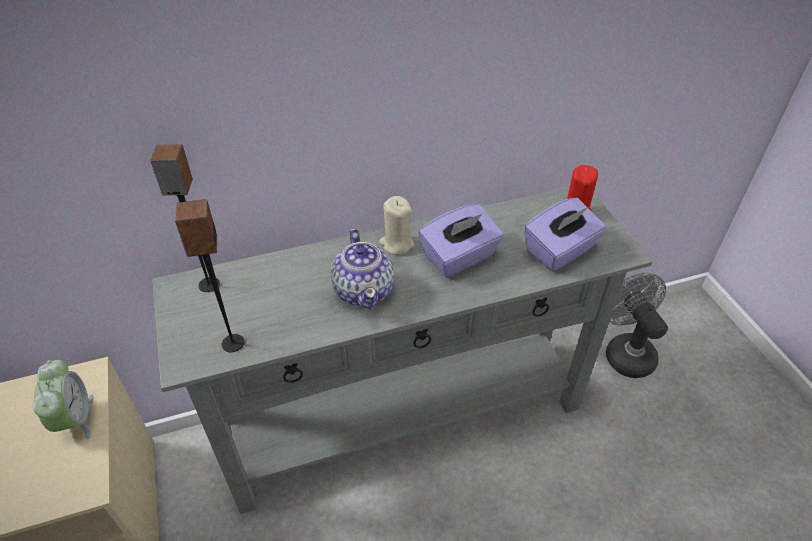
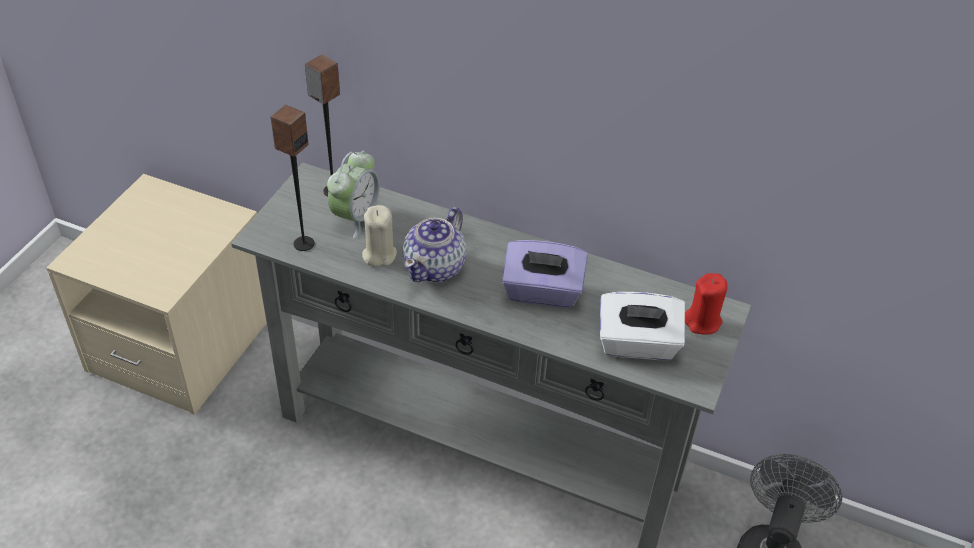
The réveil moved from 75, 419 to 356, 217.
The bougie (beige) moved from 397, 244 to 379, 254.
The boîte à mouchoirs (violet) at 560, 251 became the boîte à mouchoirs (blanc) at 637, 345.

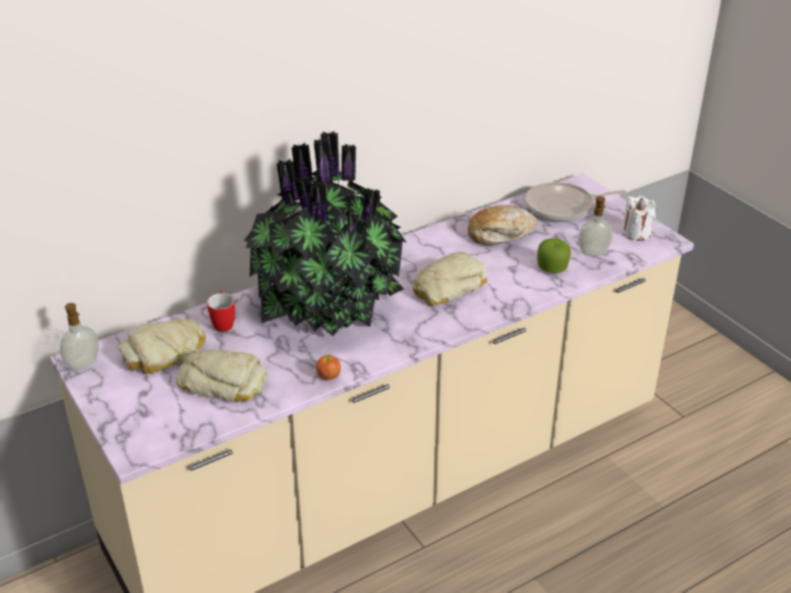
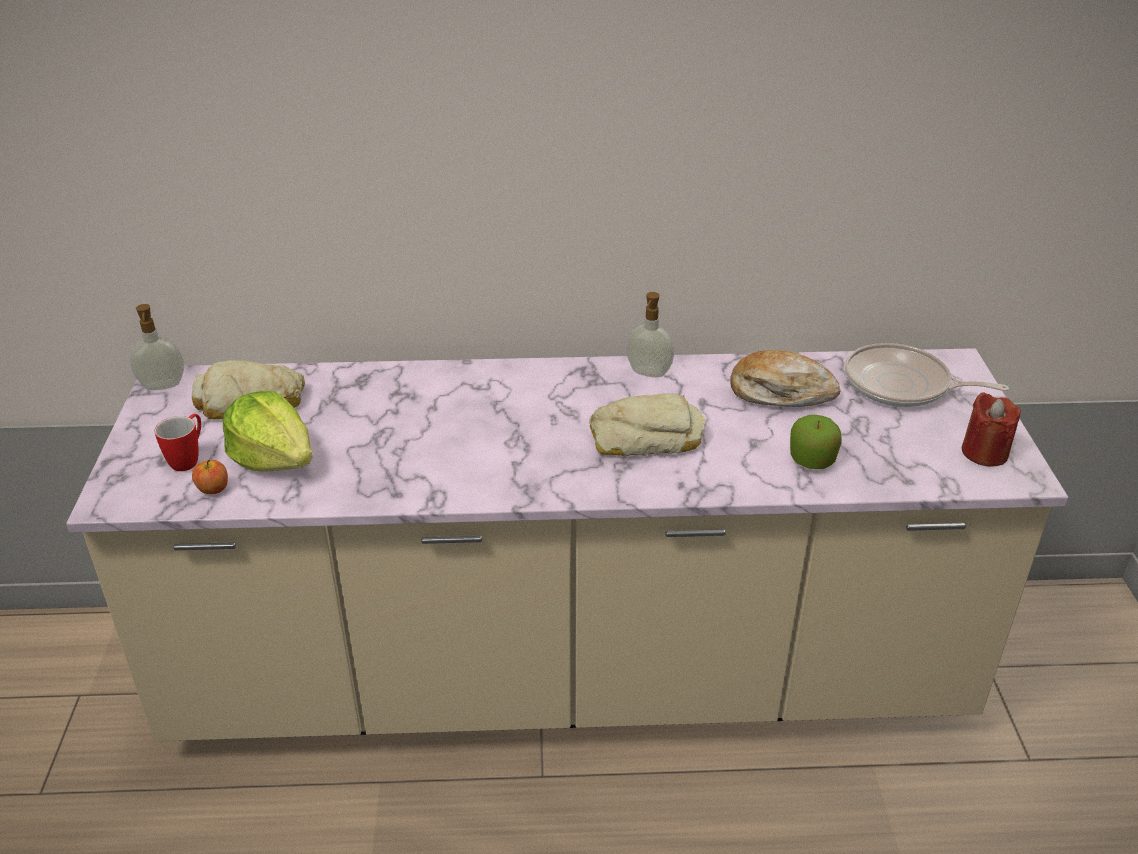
The plante en pot at 328, 305 disappeared.
The mug moved from 223, 323 to 189, 459.
The pomme moved from 328, 376 to 213, 489.
The distributeur de savon moved from 593, 253 to 648, 373.
The pain at 223, 382 was replaced by the laitue at 274, 458.
The bougie (blanc) at 636, 233 became the bougie (rouge) at 984, 452.

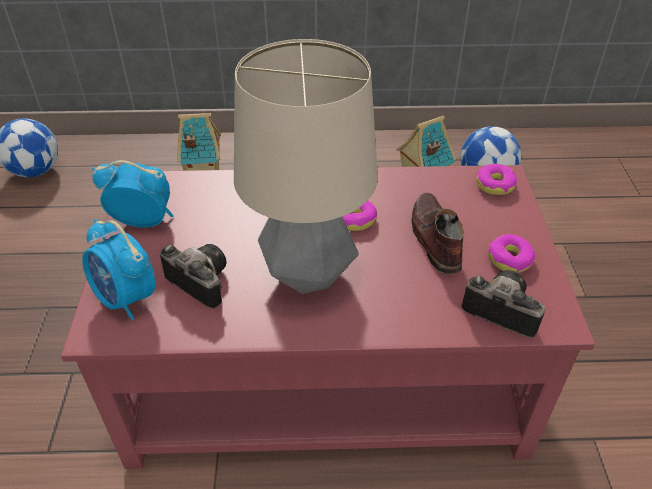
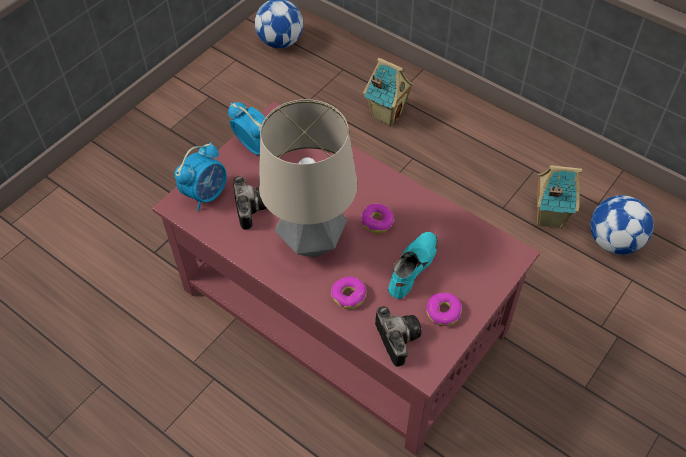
The beignet moved from 495, 185 to 349, 295.
The chaussure (marron) at 434, 238 became the chaussure (turquoise) at 411, 267.
The réveil at 126, 298 turned 135 degrees counterclockwise.

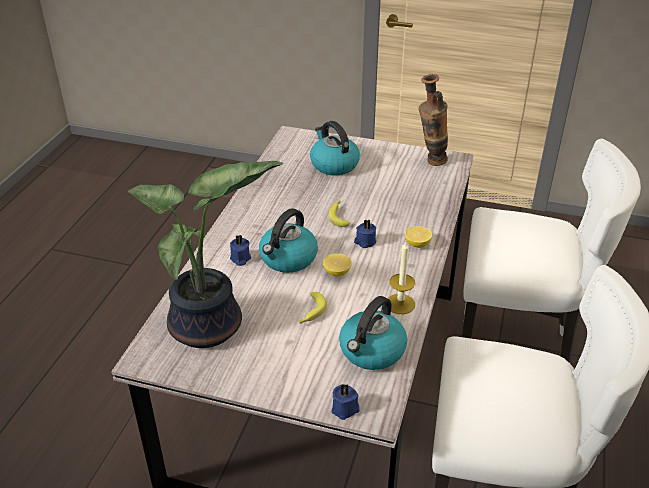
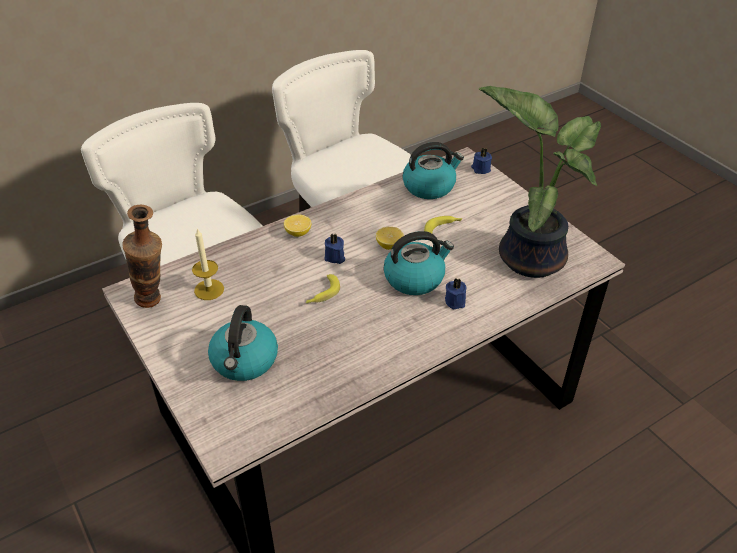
The bougie moved from 400, 304 to 209, 289.

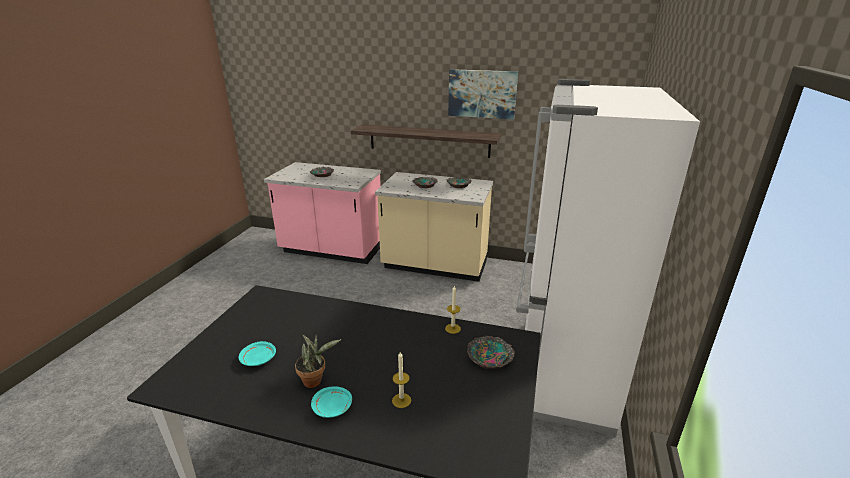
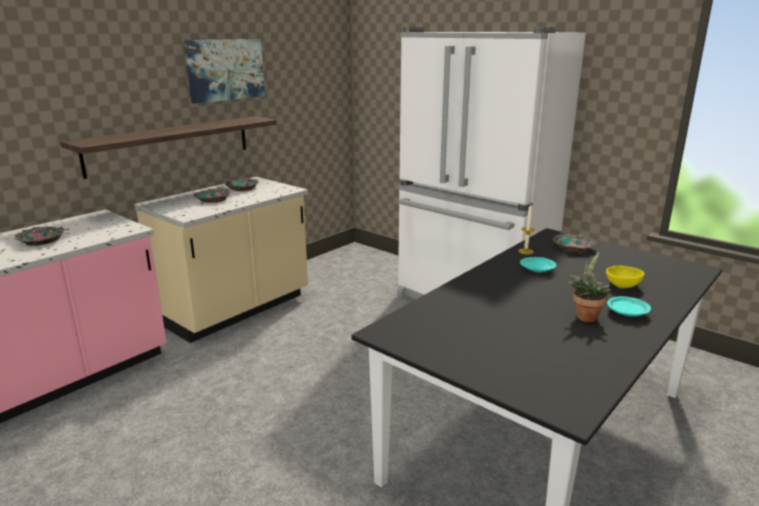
The assiette (turquoise) moved from 258, 359 to 538, 270.
The bougie at 401, 400 was replaced by the bol (jaune) at 622, 285.

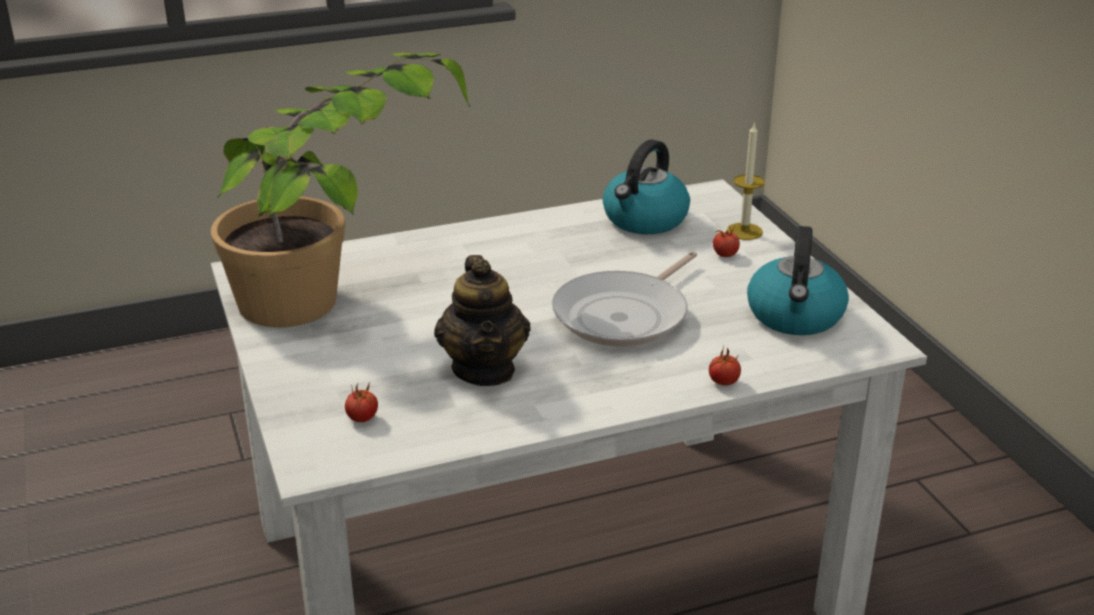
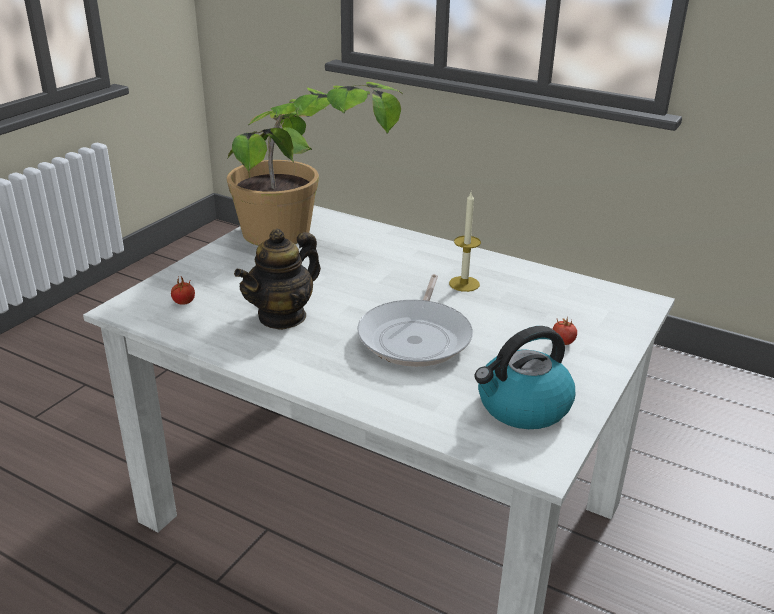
The bouilloire at 644, 220 disappeared.
The tomate at 723, 382 disappeared.
The bougie moved from 744, 231 to 464, 284.
The poêle at 625, 315 turned 75 degrees counterclockwise.

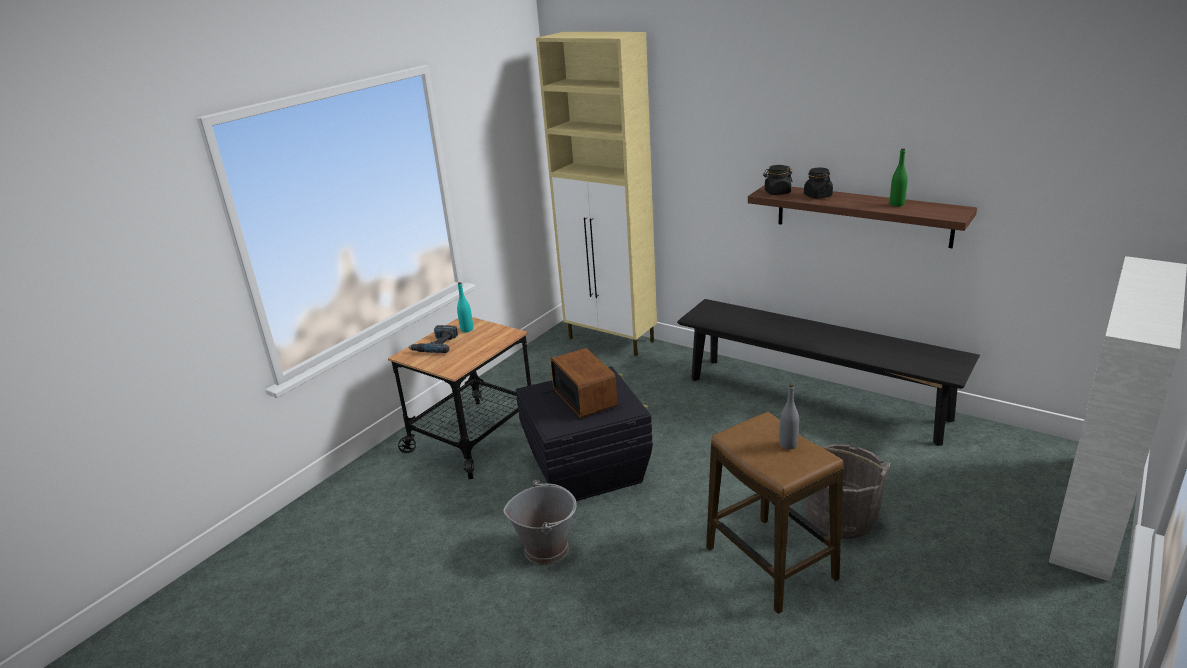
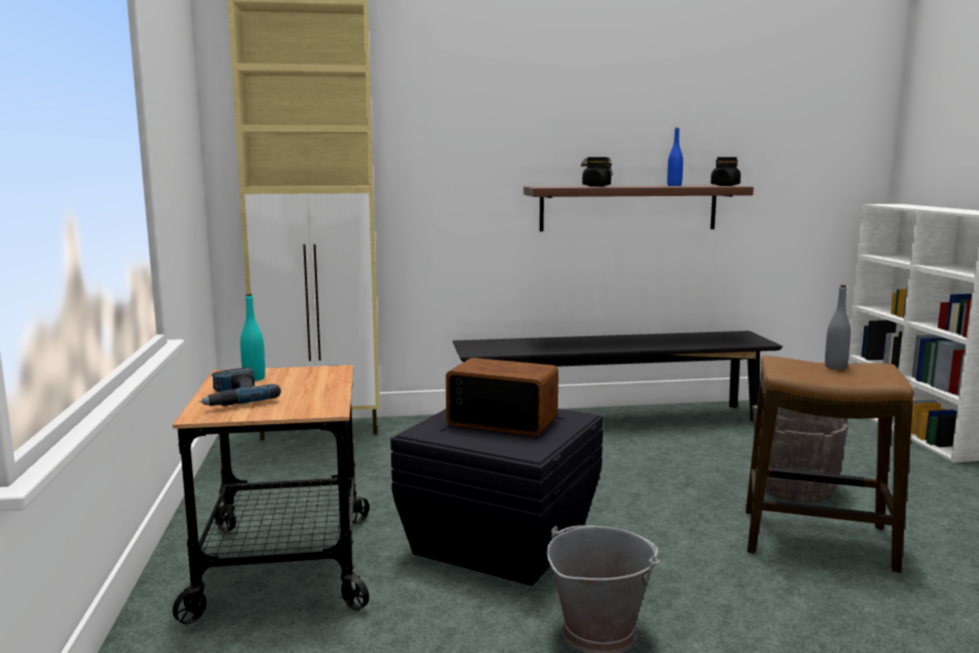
The bocal (noir) moved from 777, 192 to 725, 185.
The bouteille (vert) at 897, 204 became the bouteille (bleu) at 674, 185.

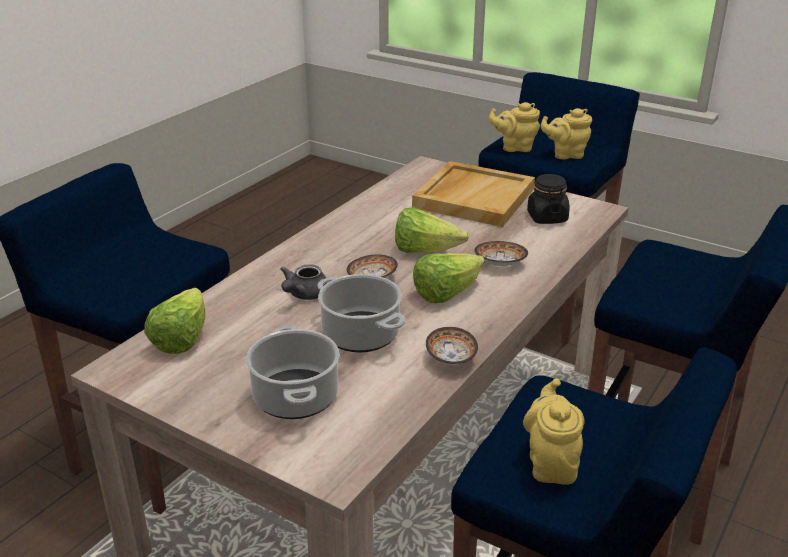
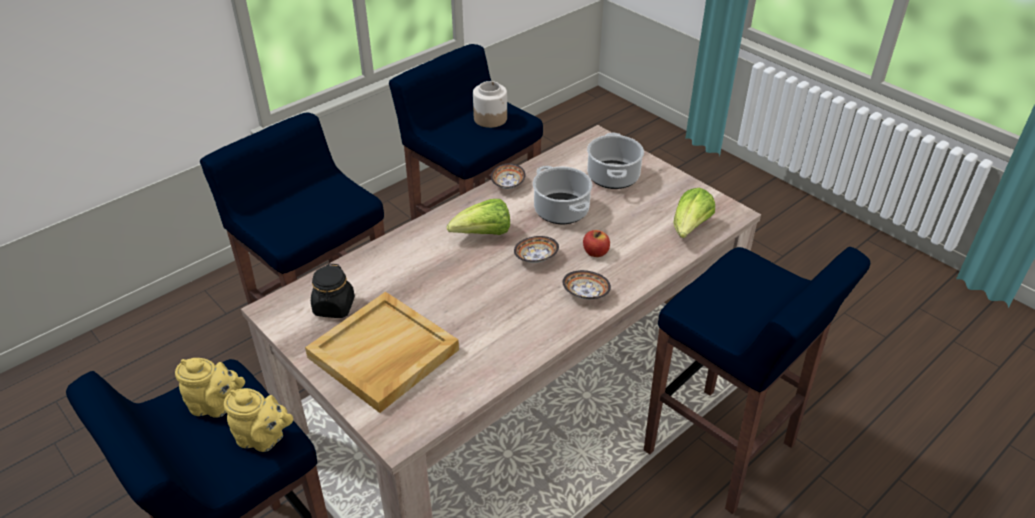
The laitue at 425, 251 disappeared.
The bol moved from 501, 264 to 585, 293.
The théière (gris) at 304, 295 was replaced by the pomme at 595, 252.
The théière (jaune) at 551, 463 was replaced by the bocal at 490, 118.

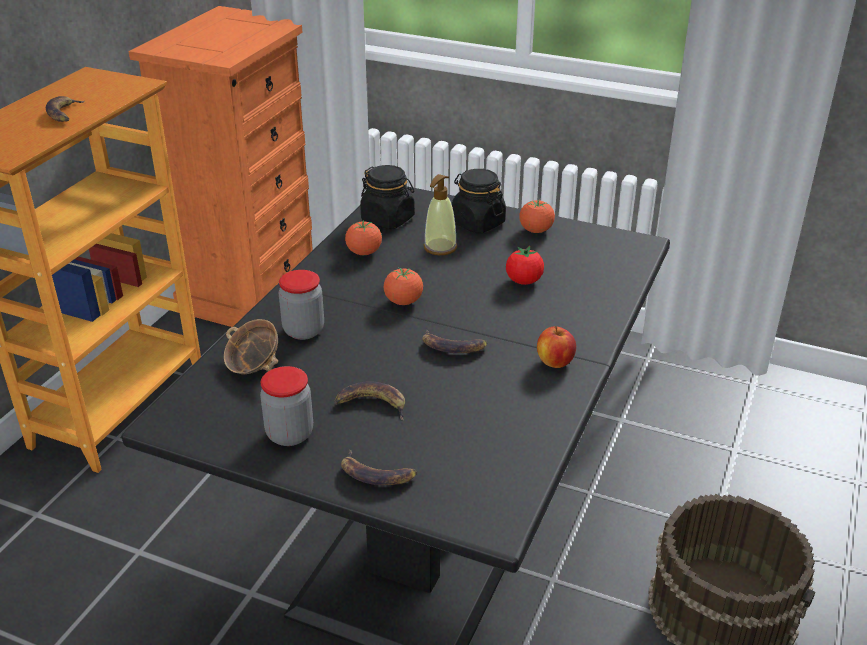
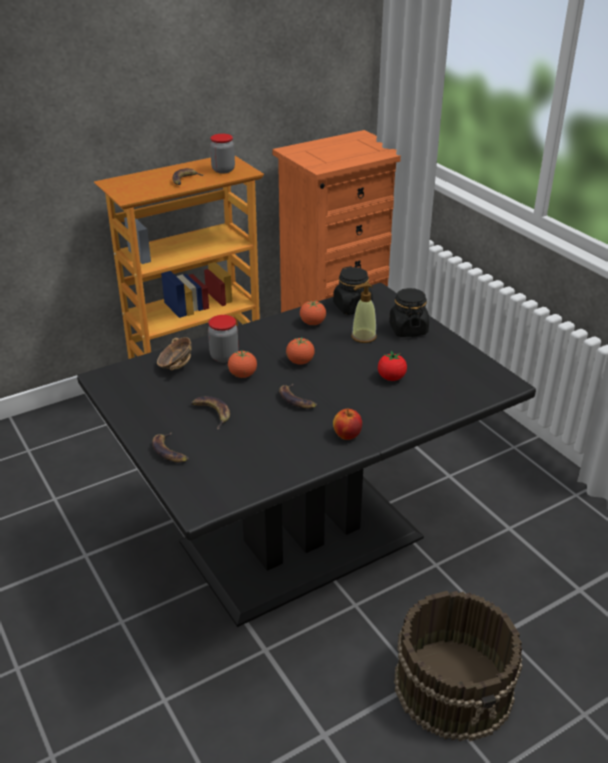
The bocal moved from 290, 434 to 223, 170.
The tomate moved from 536, 230 to 242, 375.

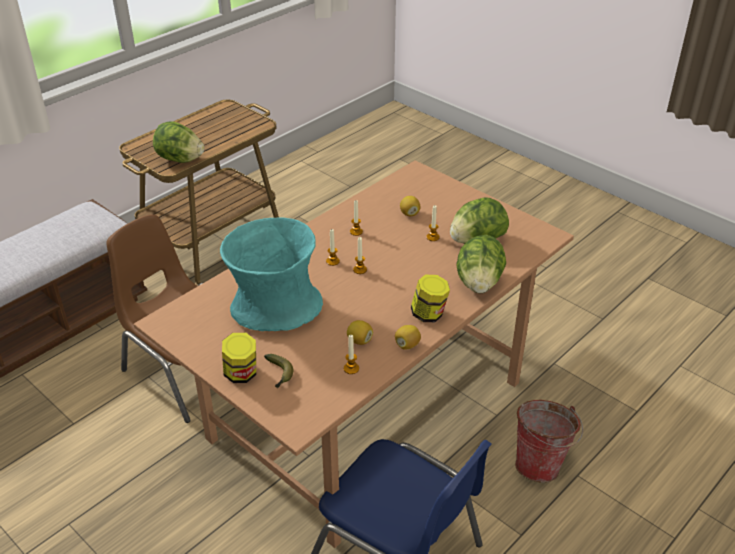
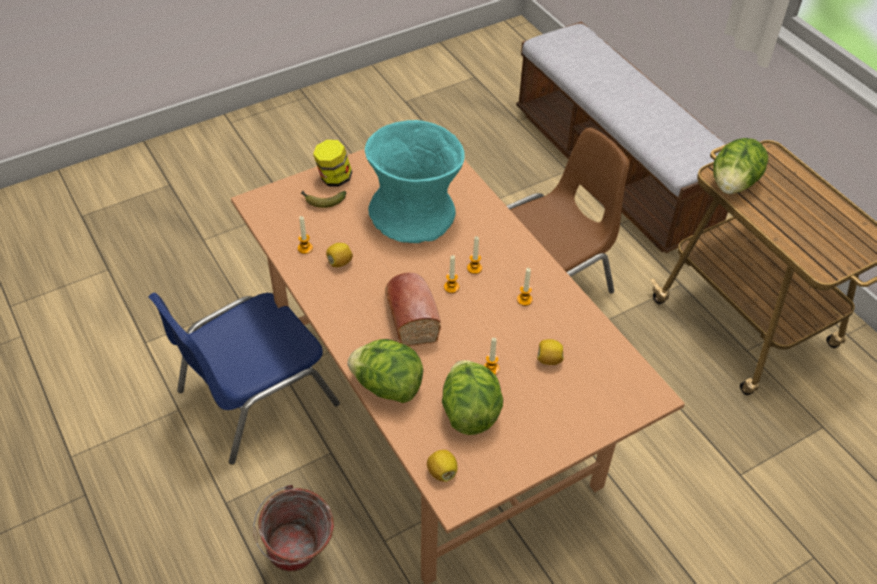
The bocal at 429, 314 disappeared.
The pain at 410, 315 appeared.
The citron moved from 407, 345 to 442, 472.

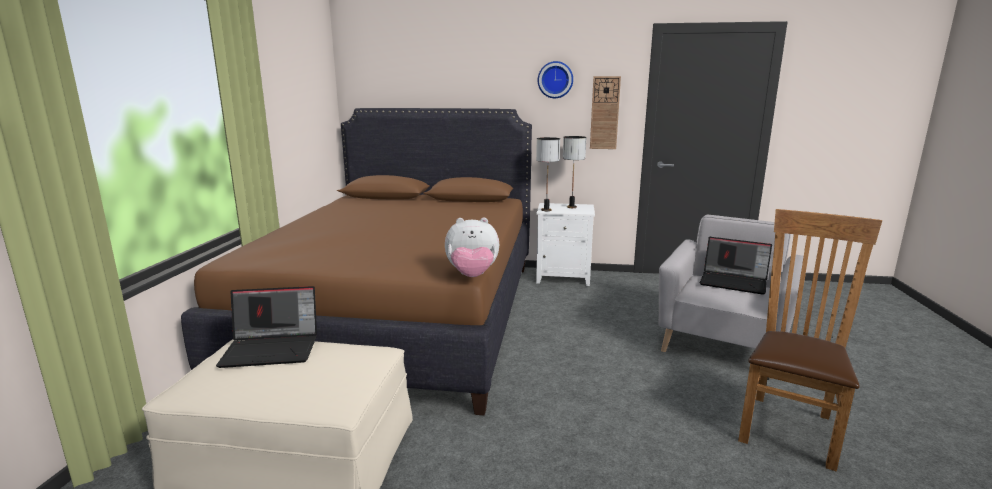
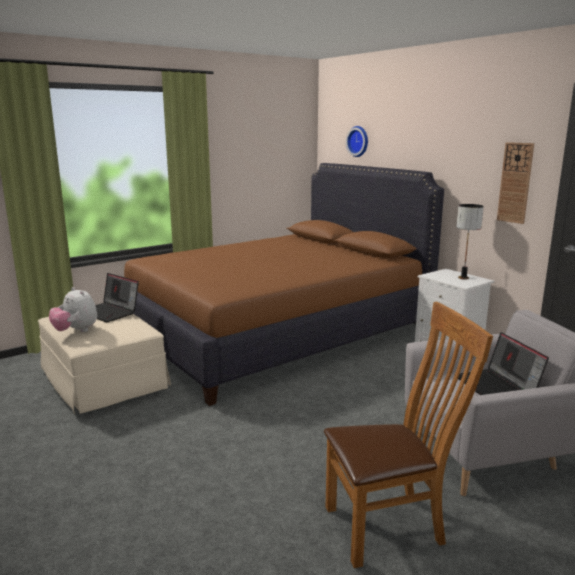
The lampe de table at 546, 210 disappeared.
The peluche moved from 472, 276 to 76, 331.
The horloge murale moved from 555, 80 to 359, 141.

